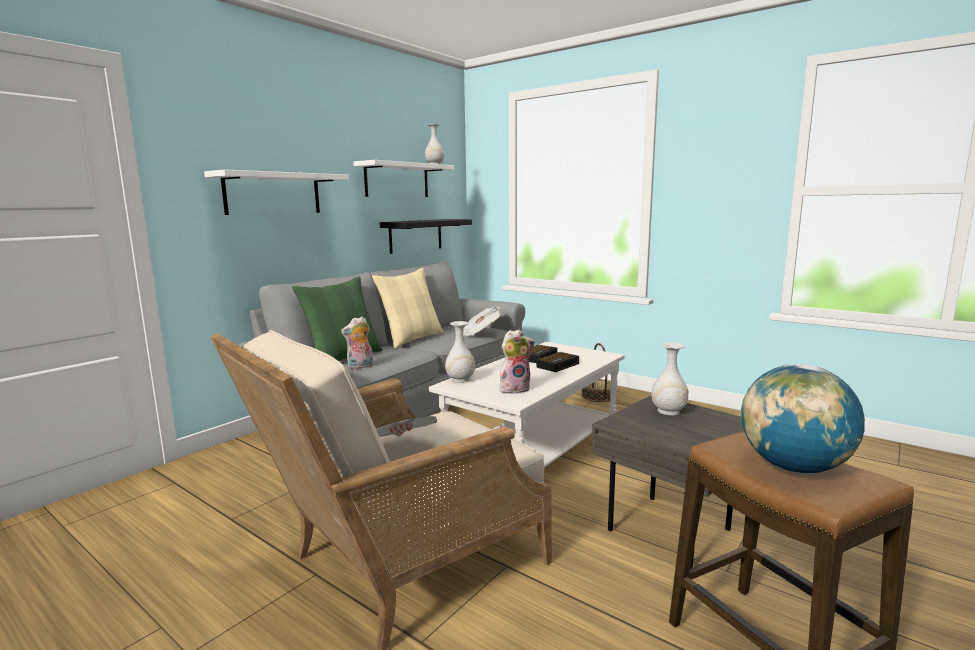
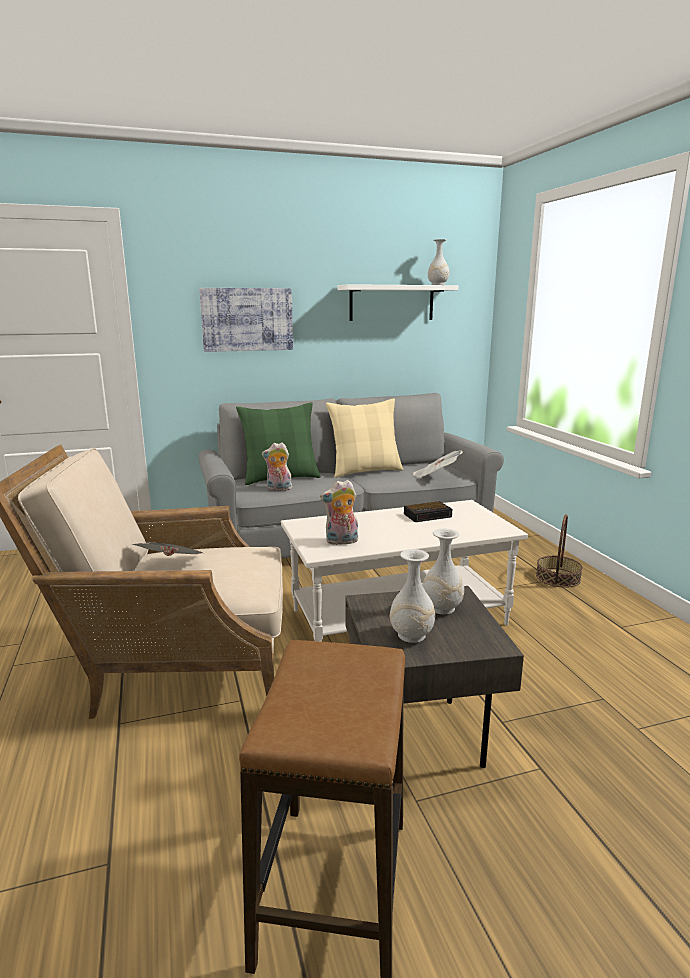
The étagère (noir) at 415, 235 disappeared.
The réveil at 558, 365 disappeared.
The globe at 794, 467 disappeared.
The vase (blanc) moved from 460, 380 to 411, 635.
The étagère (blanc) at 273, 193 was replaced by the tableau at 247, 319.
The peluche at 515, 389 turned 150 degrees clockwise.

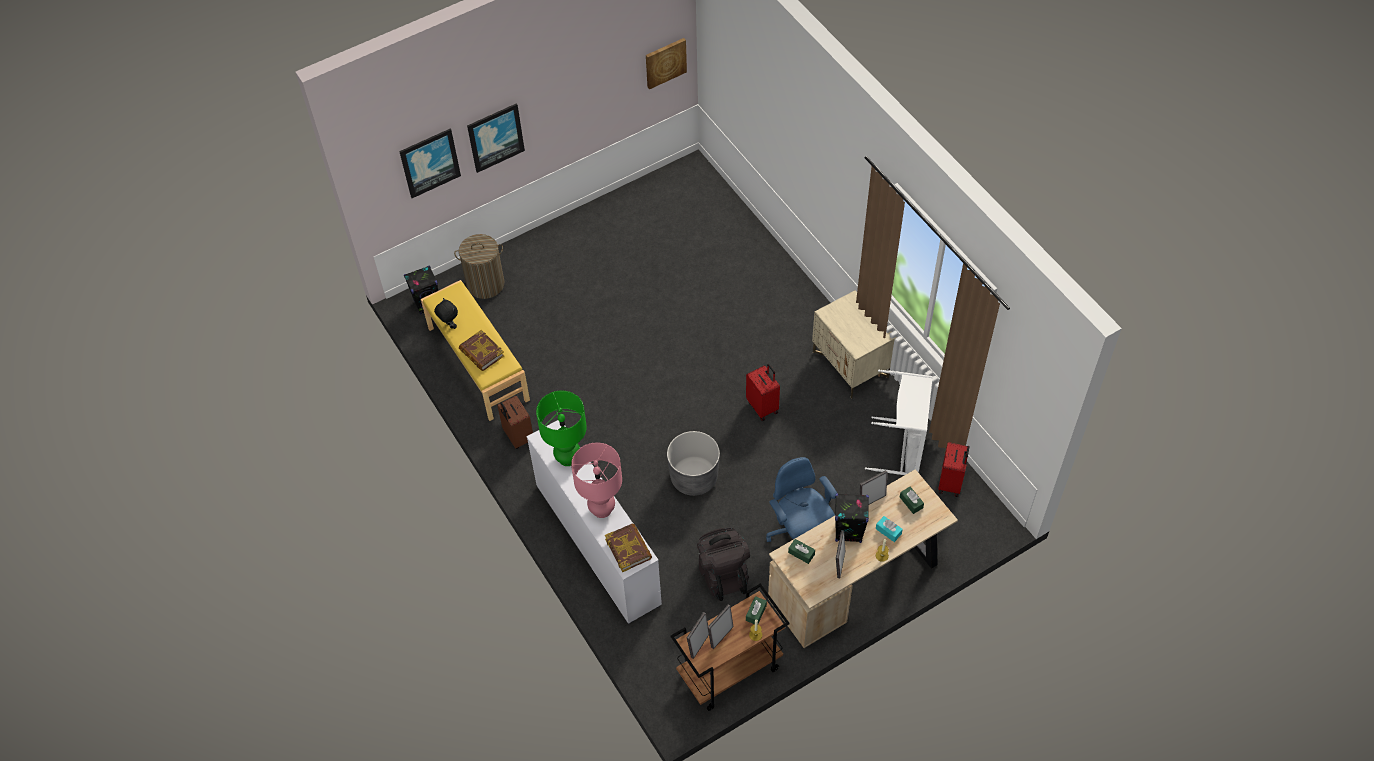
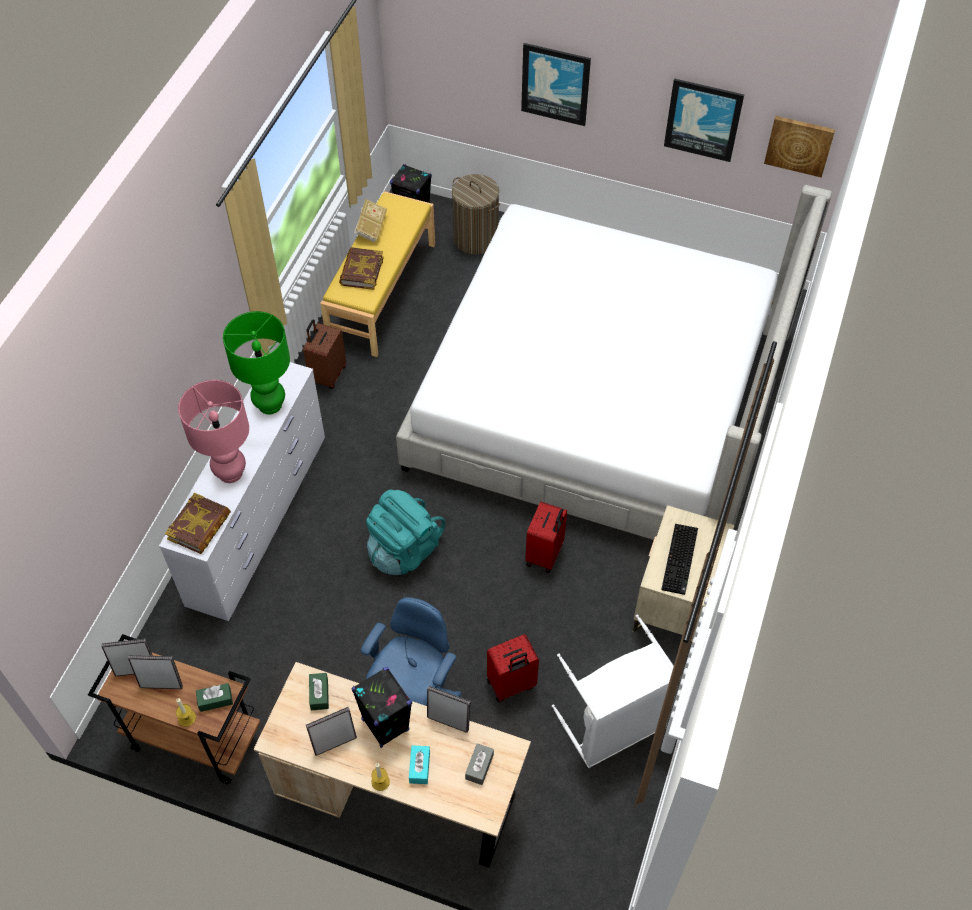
The sac à dos (noir) at 723, 574 disappeared.
The lit at 601, 401 appeared.
The clavier at 681, 560 appeared.
The tableau moved from 429, 162 to 703, 119.
The valise (rouge) moved from 951, 483 to 511, 685.
The peluche (noir) at 449, 325 was replaced by the livre at 371, 228.
The cache-pot (gris) at 694, 477 was replaced by the sac à dos (turquoise) at 404, 550.
The boîte à mouchoirs (vert) at 911, 502 became the boîte à mouchoirs (gris) at 479, 766.

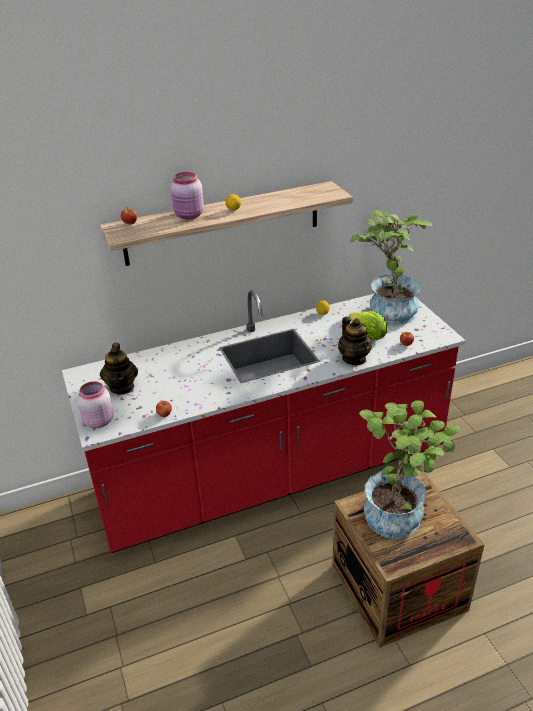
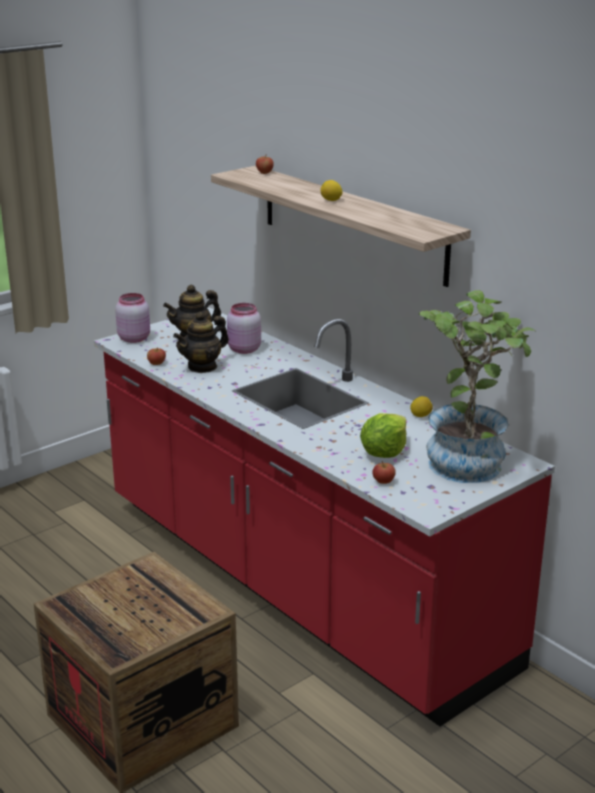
The plante en pot at 399, 513 disappeared.
The bocal (rose) moved from 189, 215 to 243, 350.
The théière moved from 354, 359 to 202, 367.

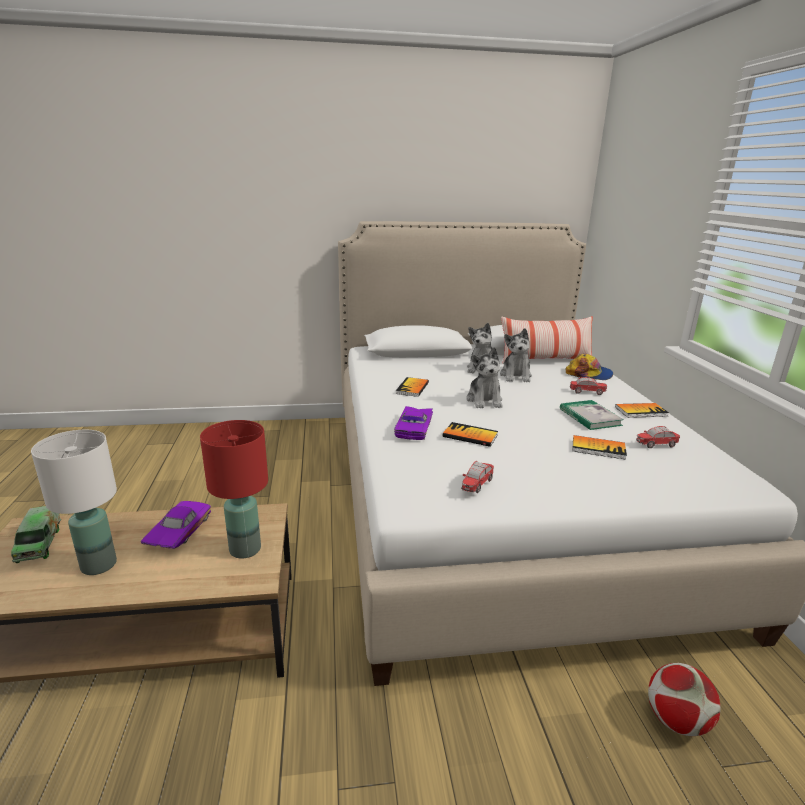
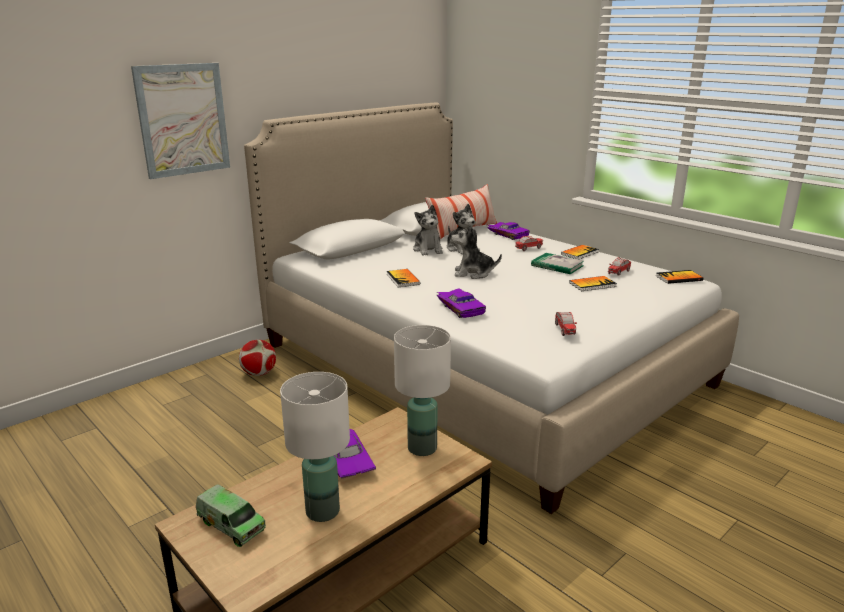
The tableau at 183, 120 appeared.
The livre moved from 470, 436 to 679, 278.
The ballon de foot moved from 676, 720 to 259, 373.
The casquette at 589, 374 was replaced by the petite voiture (violet) at 508, 234.
The lampe de table (rouge) at 246, 549 became the lampe de table (blanc) at 423, 448.
The peluche at 484, 400 turned 135 degrees clockwise.

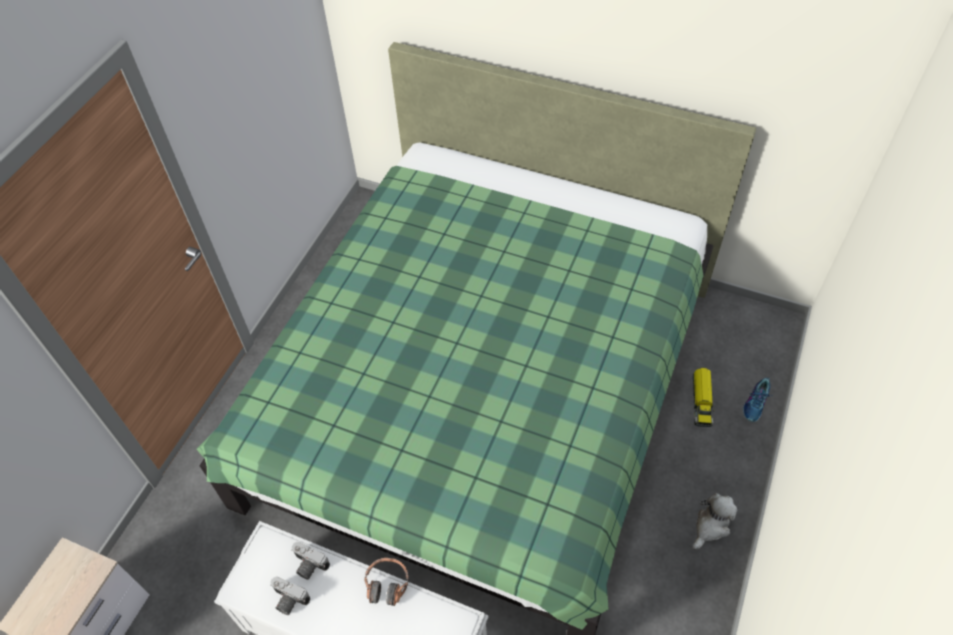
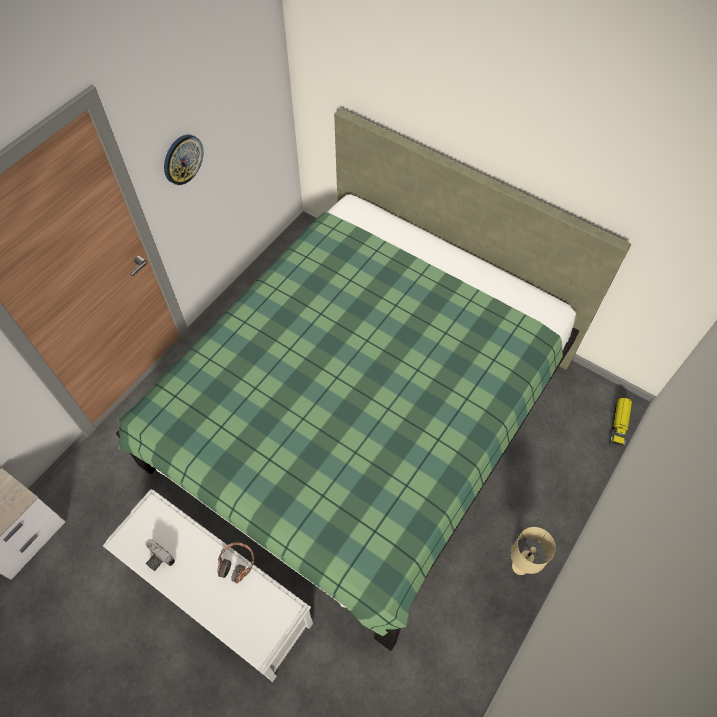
The appareil photo at 308, 566 disappeared.
The chaussure at 756, 404 disappeared.
The horloge murale at 182, 159 appeared.
The camion jouet moved from 701, 400 to 619, 424.
The peluche at 711, 526 was replaced by the lampe de table (beige) at 519, 567.

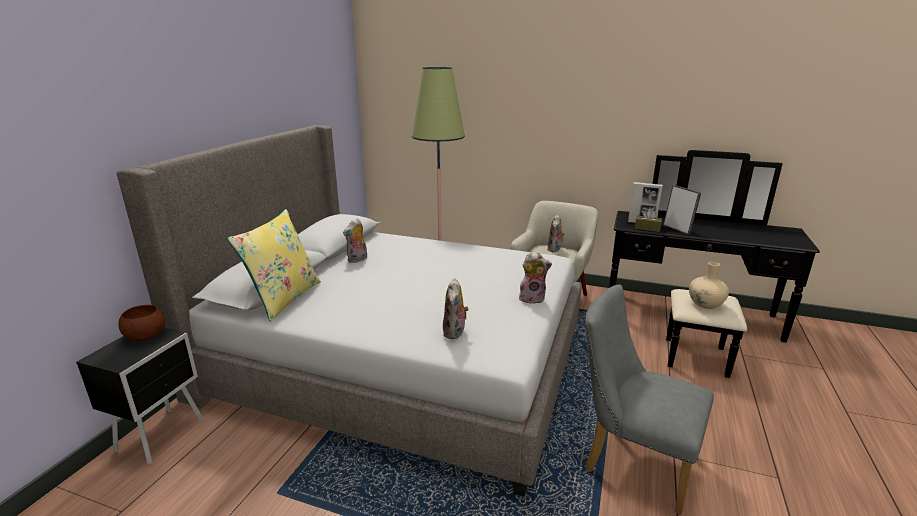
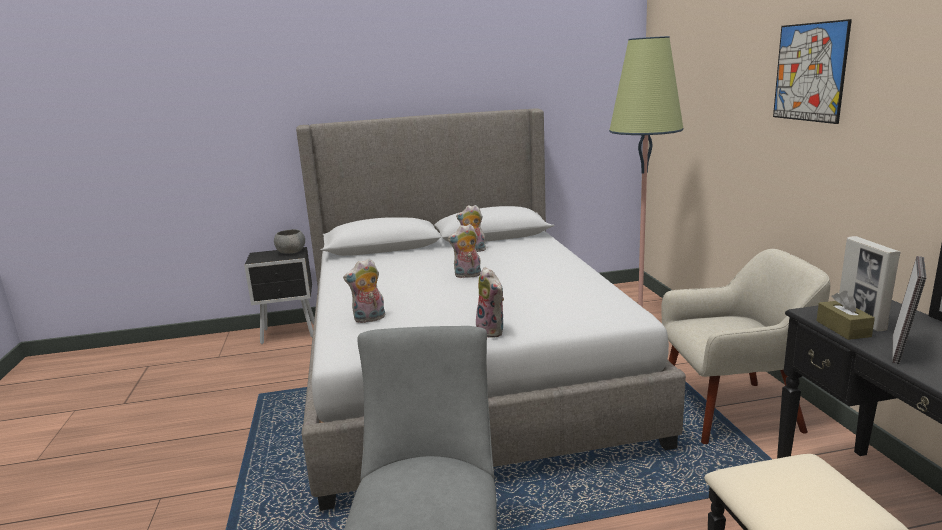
The coussin (jaune) at 284, 298 disappeared.
The vase (beige) at 705, 304 disappeared.
The tableau at 809, 72 appeared.
The peluche moved from 555, 249 to 467, 276.
The bol (marron) at 146, 336 became the bol (gris) at 291, 252.

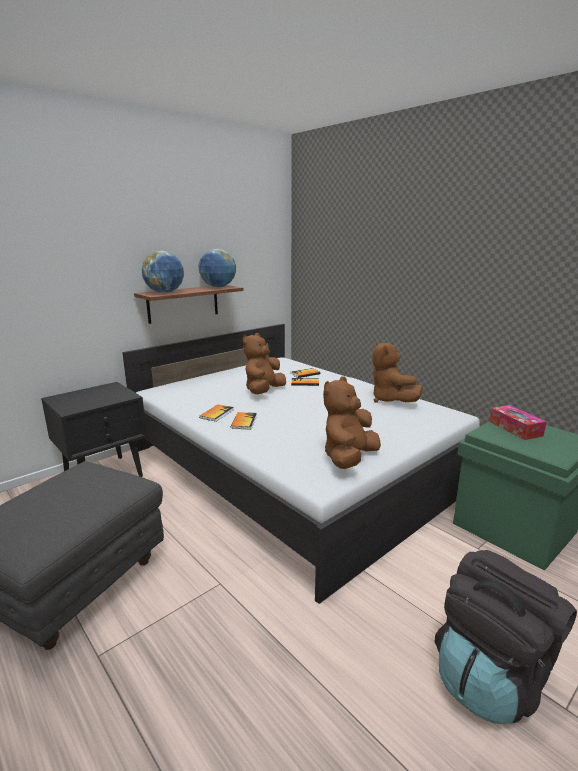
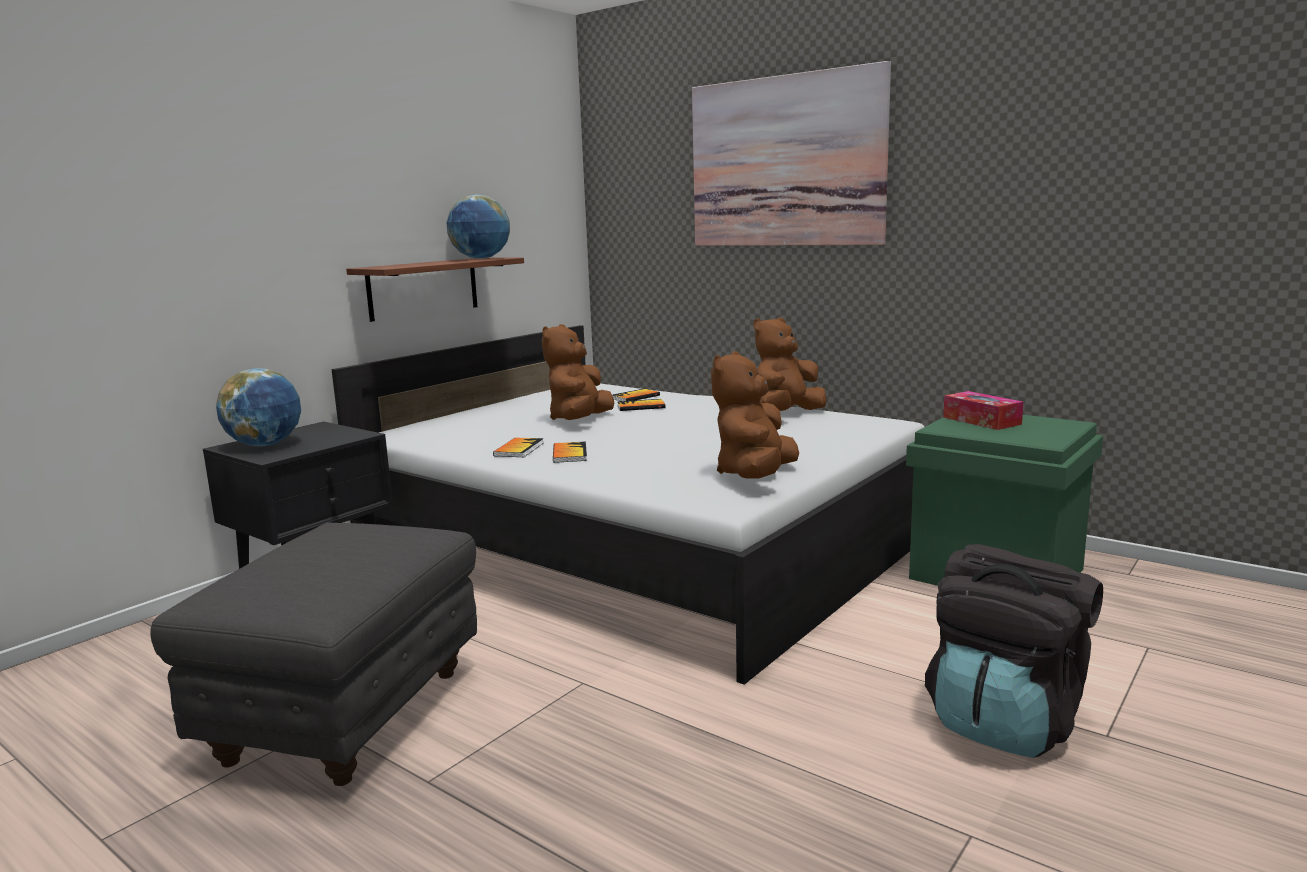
The tableau at 786, 162 appeared.
The globe moved from 165, 292 to 265, 445.
The peluche (marron) at 390, 400 turned 75 degrees clockwise.

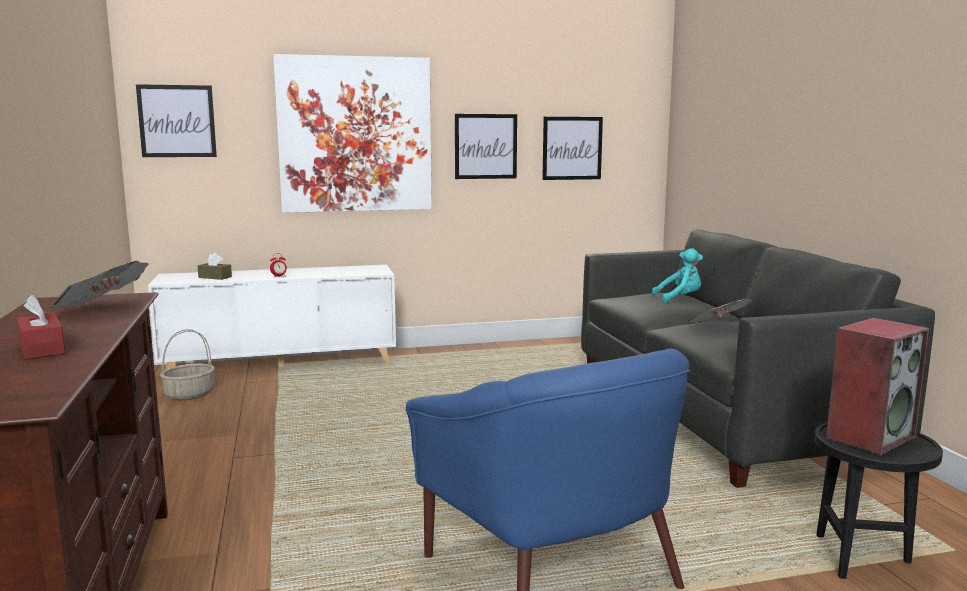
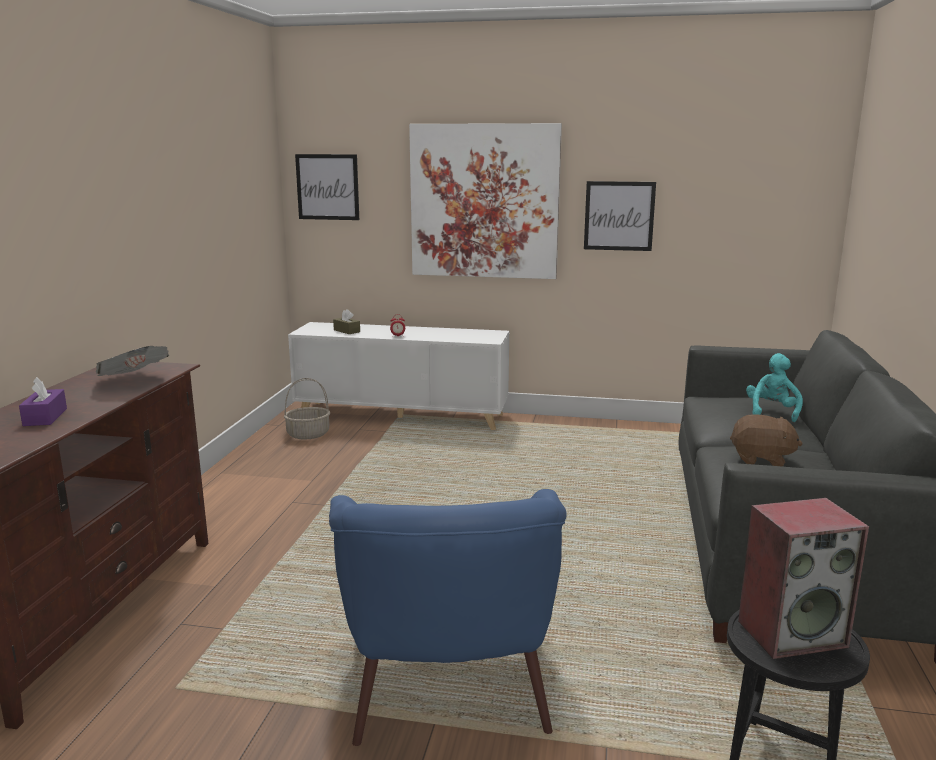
The tableau at 572, 148 disappeared.
The journal at 716, 328 was replaced by the peluche (marron) at 761, 459.
The boîte à mouchoirs (rouge) at 42, 349 became the boîte à mouchoirs (violet) at 45, 417.
The peluche (turquoise) at 679, 299 turned 90 degrees counterclockwise.

